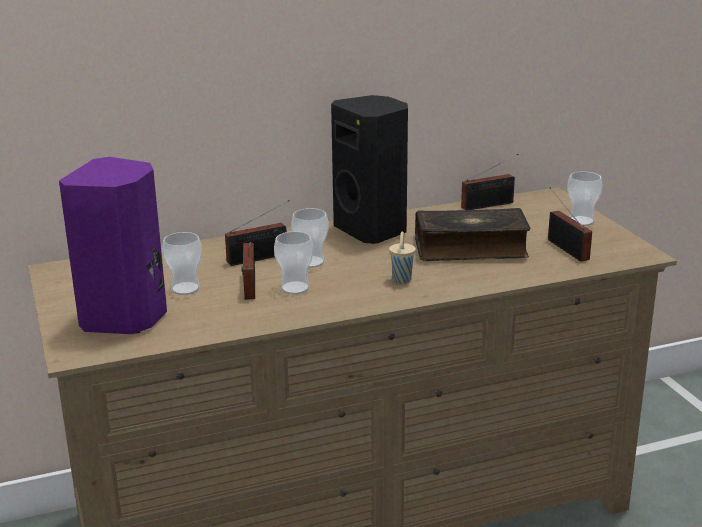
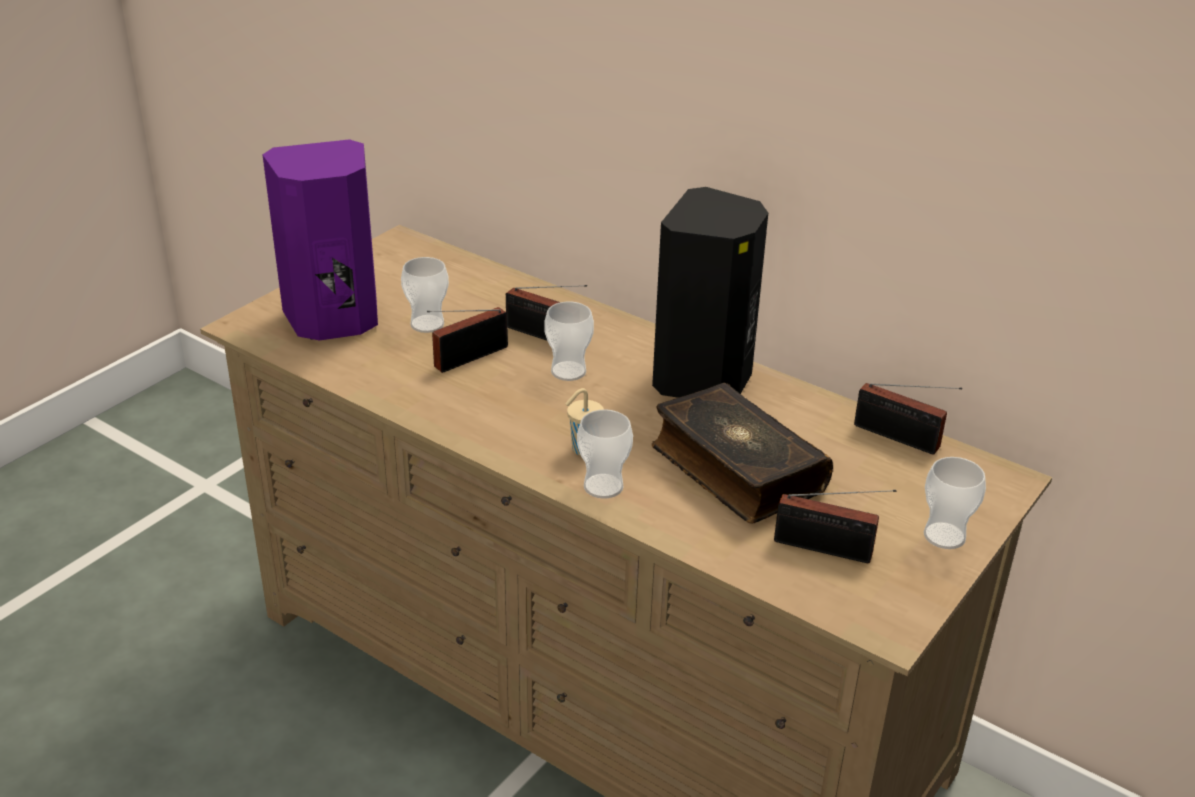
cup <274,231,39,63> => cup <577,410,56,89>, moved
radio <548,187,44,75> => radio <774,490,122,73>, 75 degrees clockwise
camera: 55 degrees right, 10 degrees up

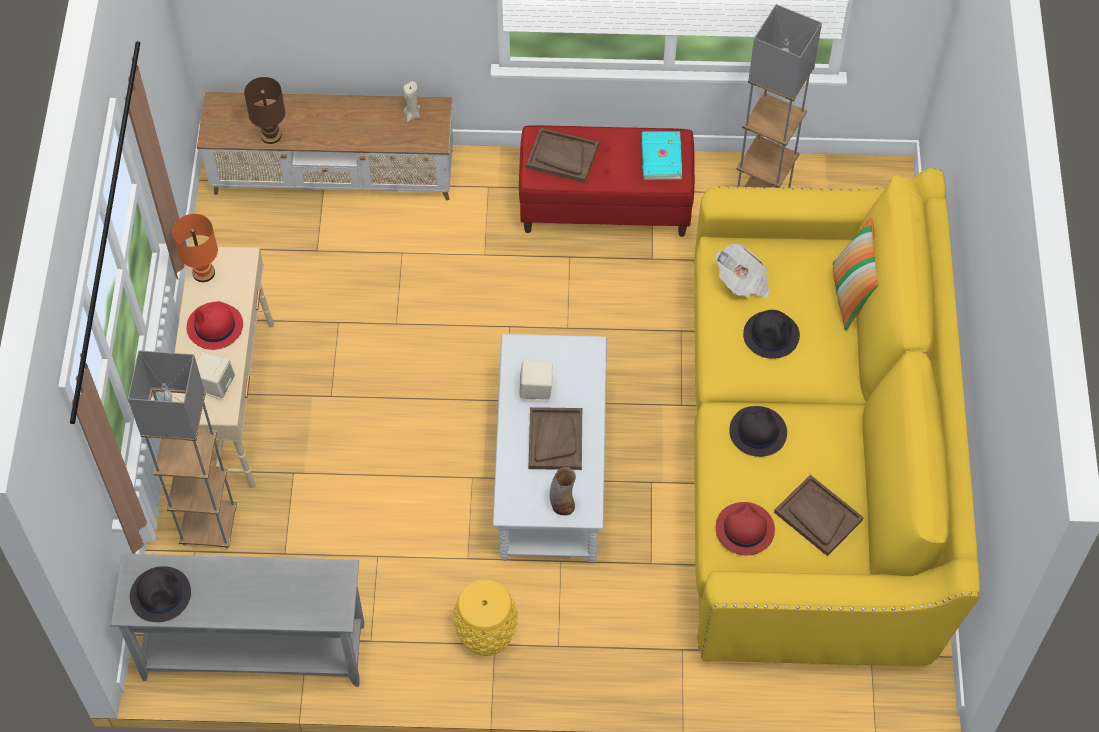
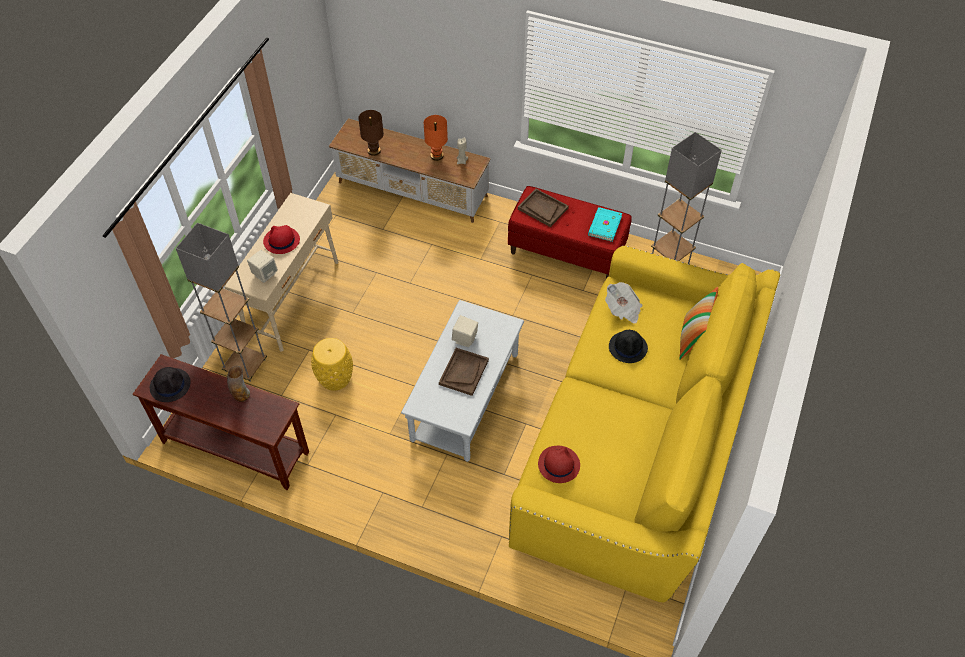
hat/black <729,406,58,51> => nothing
tray/brown <774,475,90,81> => nothing
table lamp/orange <173,214,45,68> => table lamp/orange <424,115,24,46>, moved
stool/yellow <453,579,65,77> => stool/yellow <311,338,42,53>, moved
vase <550,467,26,48> => vase <227,366,23,36>, moved
console table/grey <111,553,253,134> => console table/brown <133,354,176,136>
camera: 20 degrees right, 5 degrees down

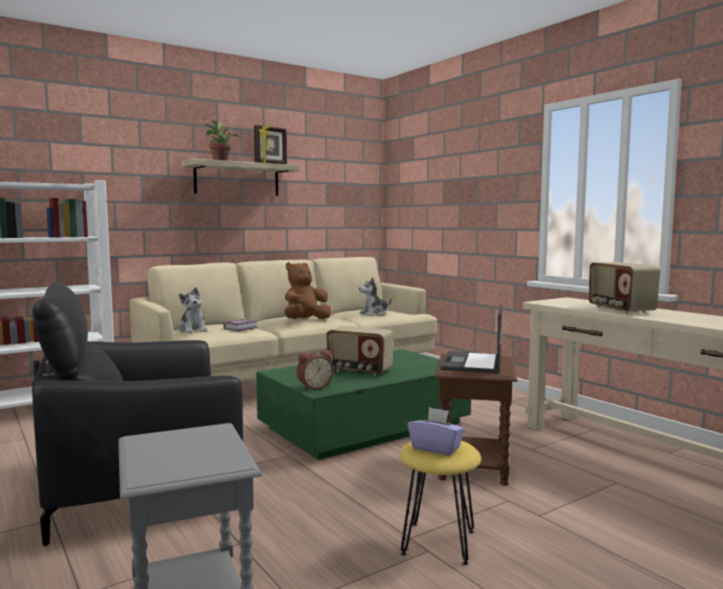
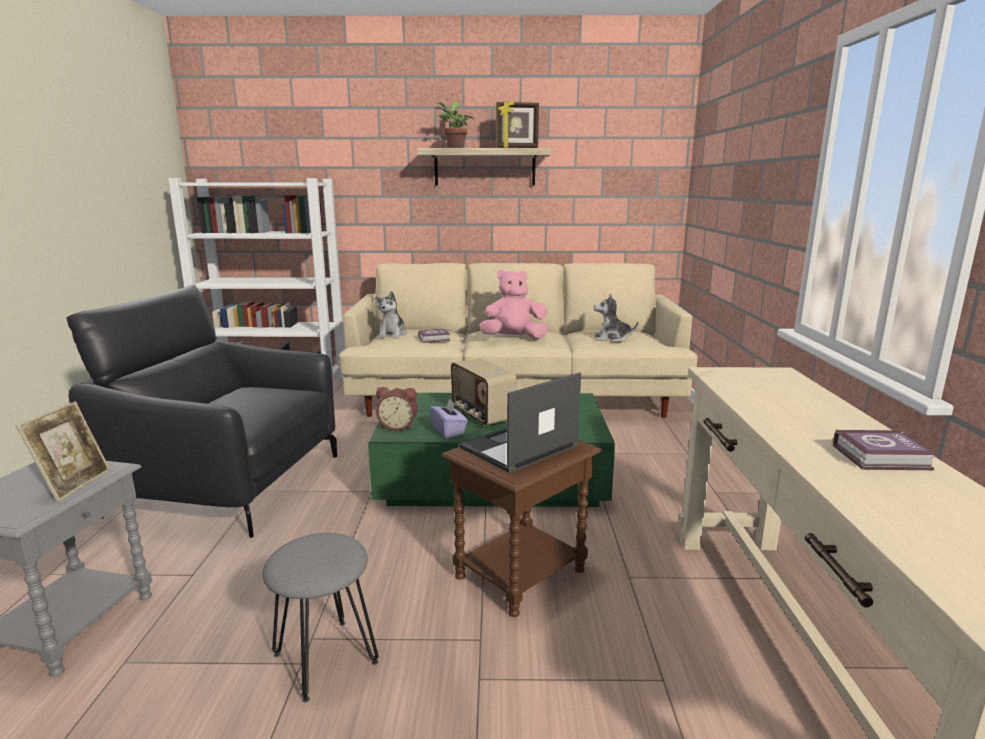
radio <589,262,71,52> => nothing
nothing => picture frame <16,401,95,101>
nothing => book <833,430,104,40>
tissue box/purple <407,407,58,48> => tissue box/purple <429,398,39,40>, moved
plush toy/brown <284,262,47,57> => plush toy/pink <479,270,69,69>
stool/yellow <400,441,81,124> => stool/grey <263,533,116,169>
camera: 35 degrees right, 10 degrees up

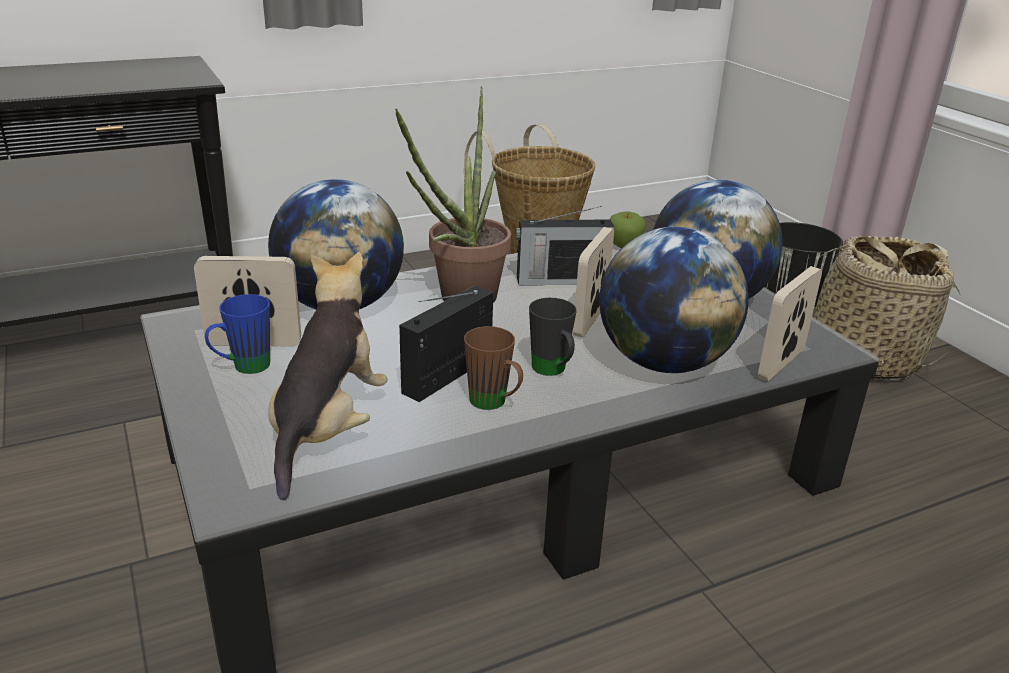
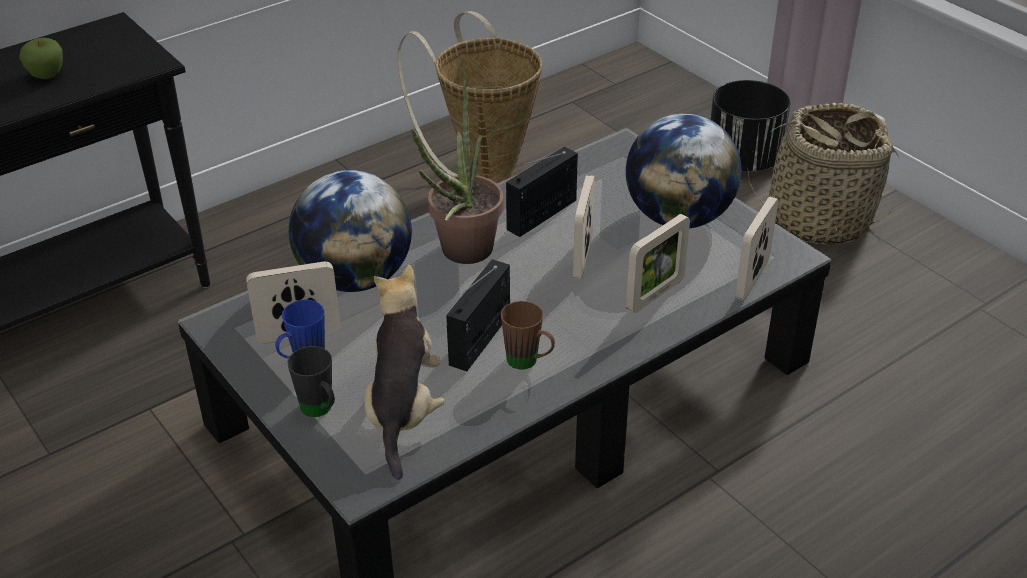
mug/black <529,298,48,78> => mug/black <288,346,47,71>, moved
apple <609,211,37,37> => apple <19,38,44,41>, moved
globe <599,227,150,146> => picture frame <626,214,64,99>
radio <515,206,99,79> => radio <506,146,72,91>, 150 degrees clockwise
camera: 10 degrees left, 10 degrees up

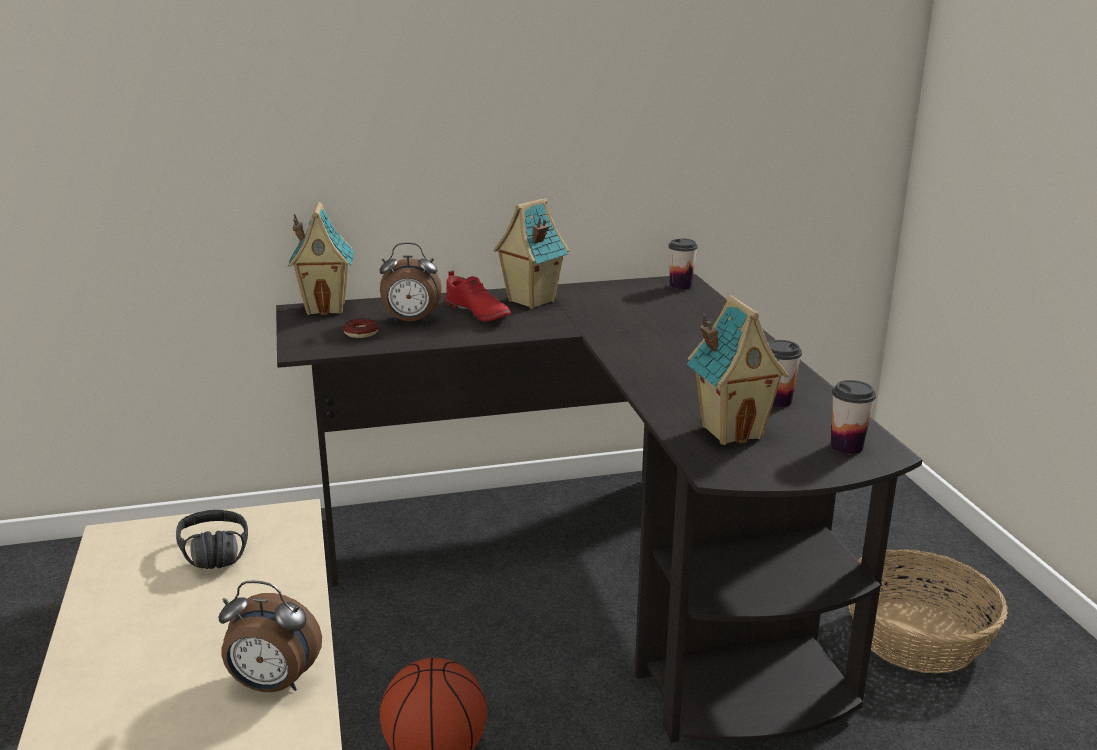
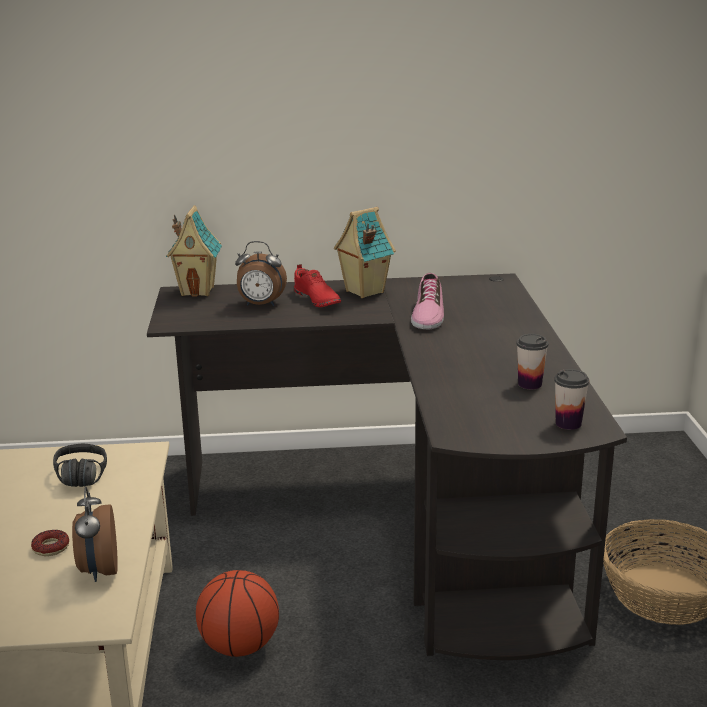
cup <668,238,30,51> => nothing
toy house <687,295,101,150> => nothing
nothing => shoe <411,273,33,56>
donut <343,318,36,20> => donut <31,530,38,26>, moved
alarm clock <219,581,103,111> => alarm clock <72,487,46,95>, 60 degrees clockwise
camera: 10 degrees right, 0 degrees up

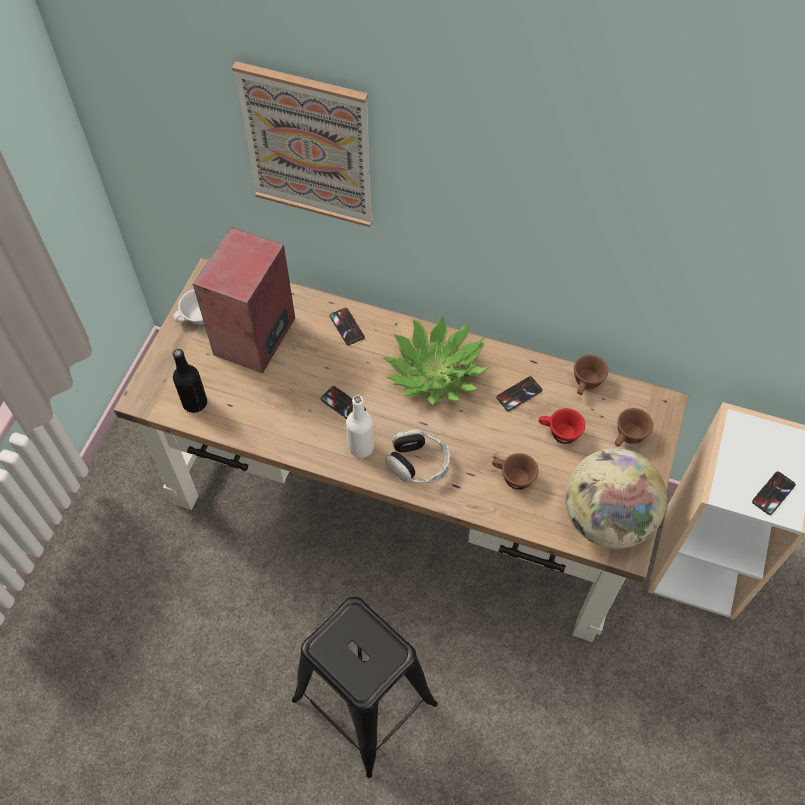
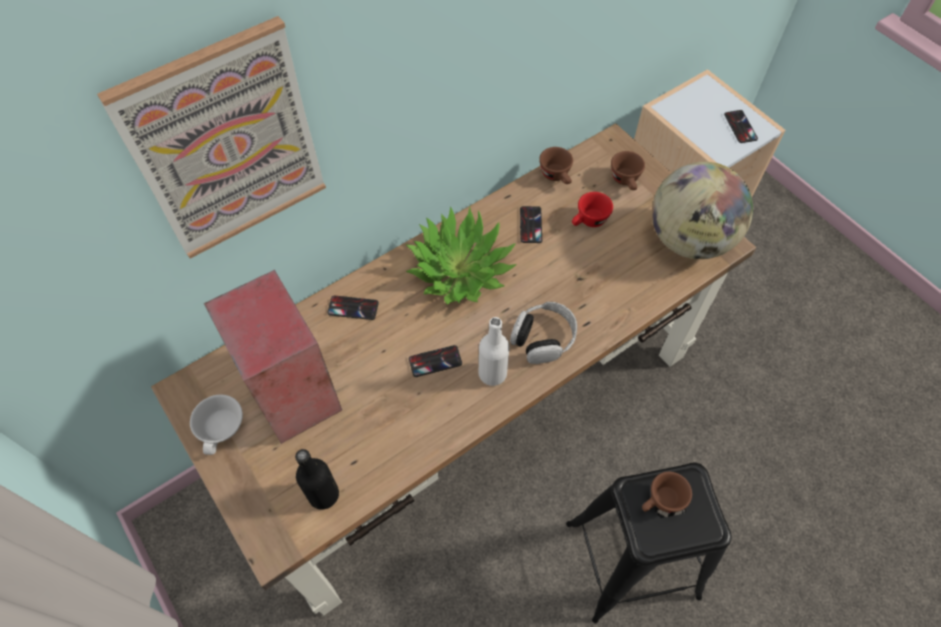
cup/brown <492,453,47,37> => cup/brown <642,472,50,40>, moved
camera: 55 degrees left, 0 degrees up

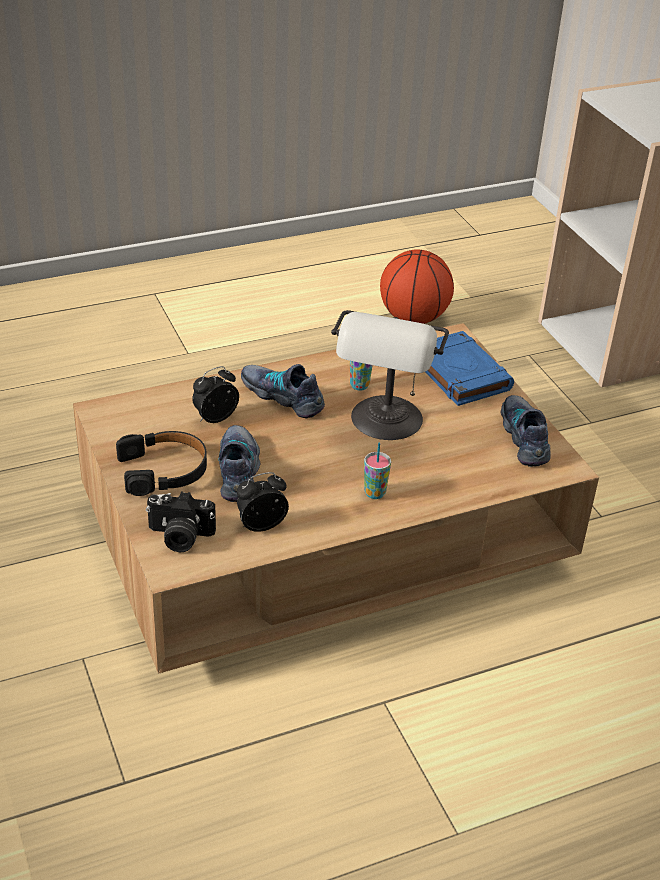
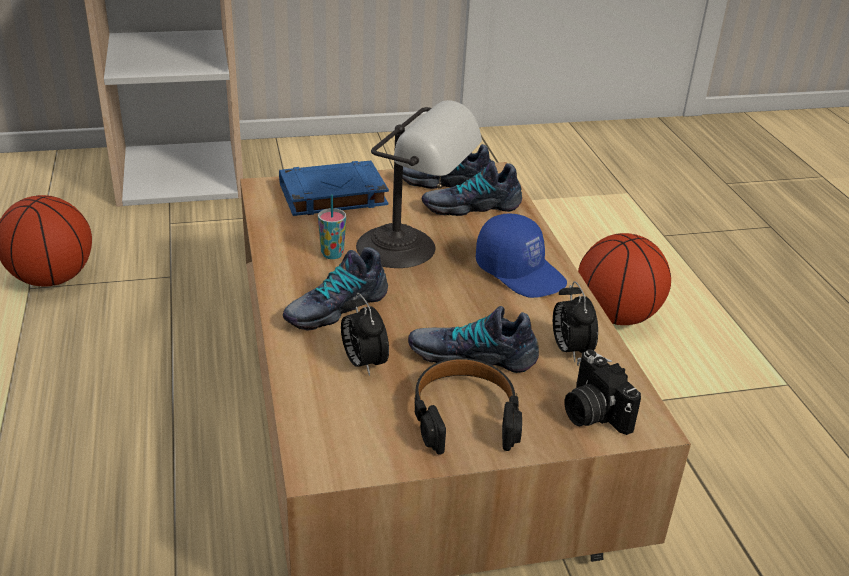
nothing => shoe <422,161,100,55>
nothing => basketball <578,233,93,92>
cup <364,443,27,56> => cap/blue <476,213,91,85>
photo camera <146,491,70,61> => photo camera <564,349,77,86>, 135 degrees clockwise
camera: 80 degrees left, 5 degrees down

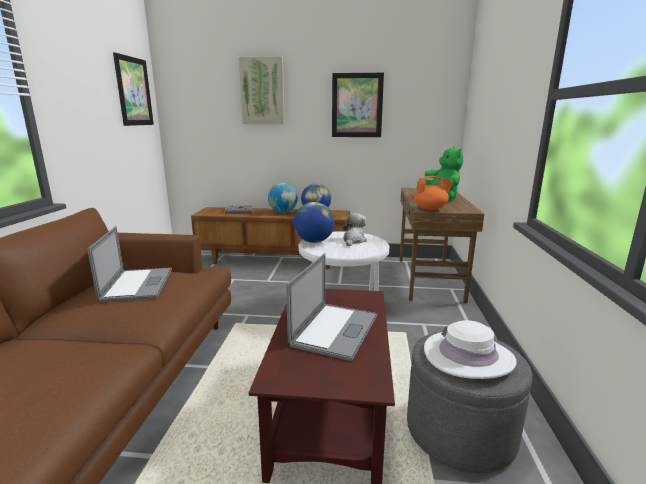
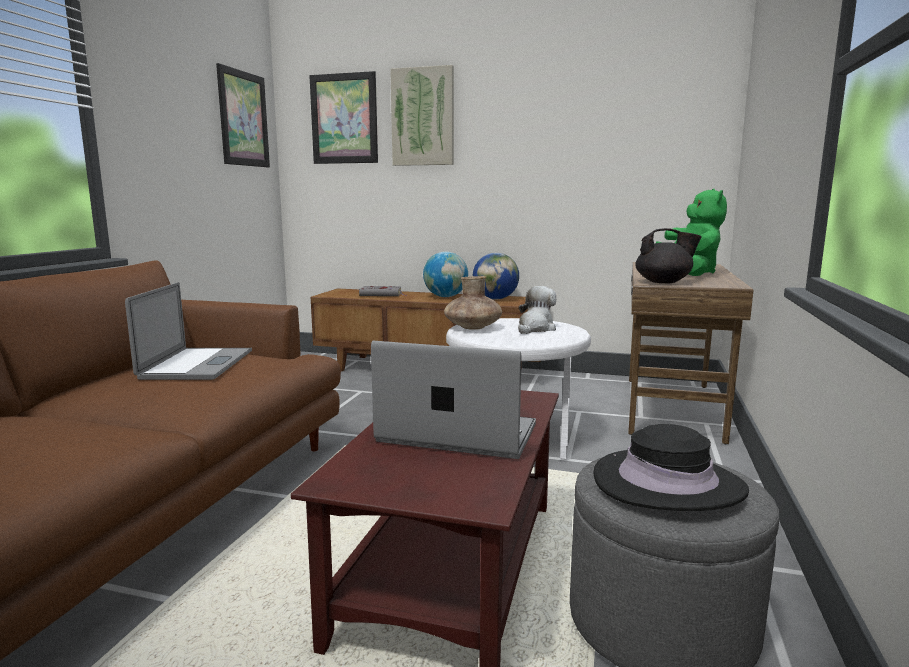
picture <332,73,52,64> => picture <309,71,69,93>, moved
globe <294,202,41,41> => vase/brown <444,276,58,54>
teapot/orange <414,176,39,34> => teapot/black <635,228,67,55>
hat/white <424,320,93,59> => hat/black <593,424,156,87>
laptop <286,253,91,108> => laptop <371,341,165,118>, 105 degrees counterclockwise
camera: 10 degrees right, 5 degrees down

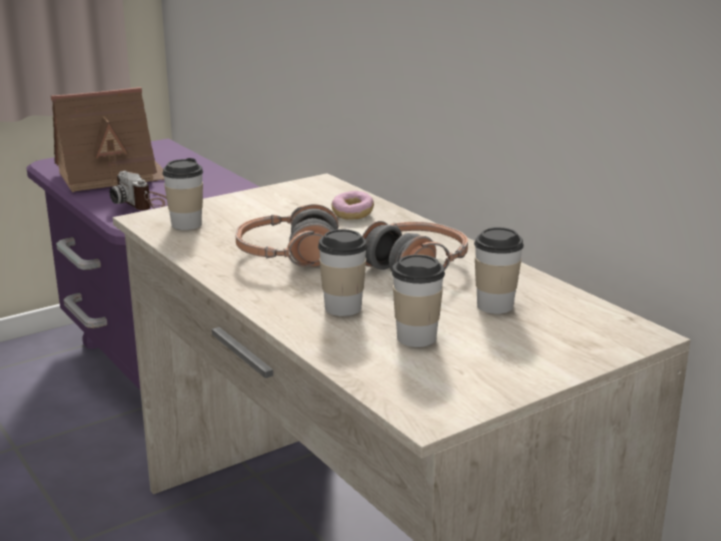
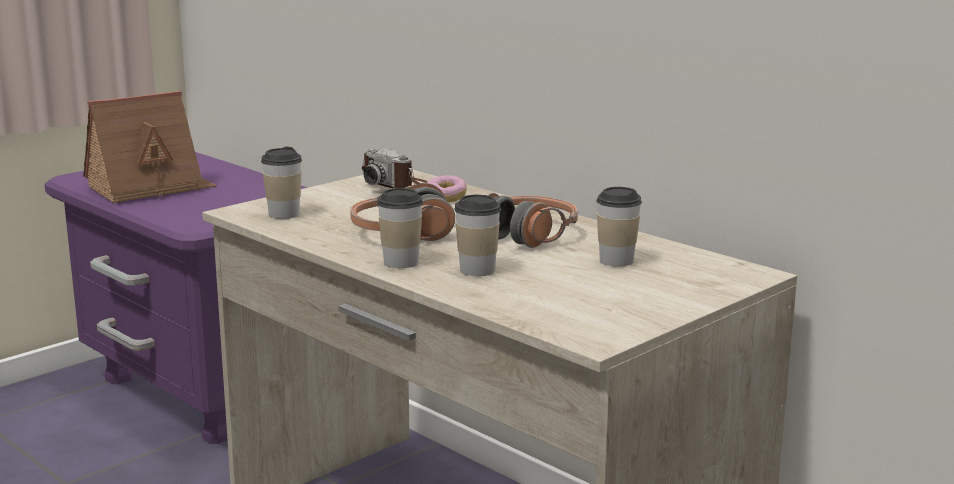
photo camera <110,171,57,39> => photo camera <362,148,65,41>, moved
cup <392,255,53,92> => cup <377,188,46,80>, moved
camera: 10 degrees left, 5 degrees down

